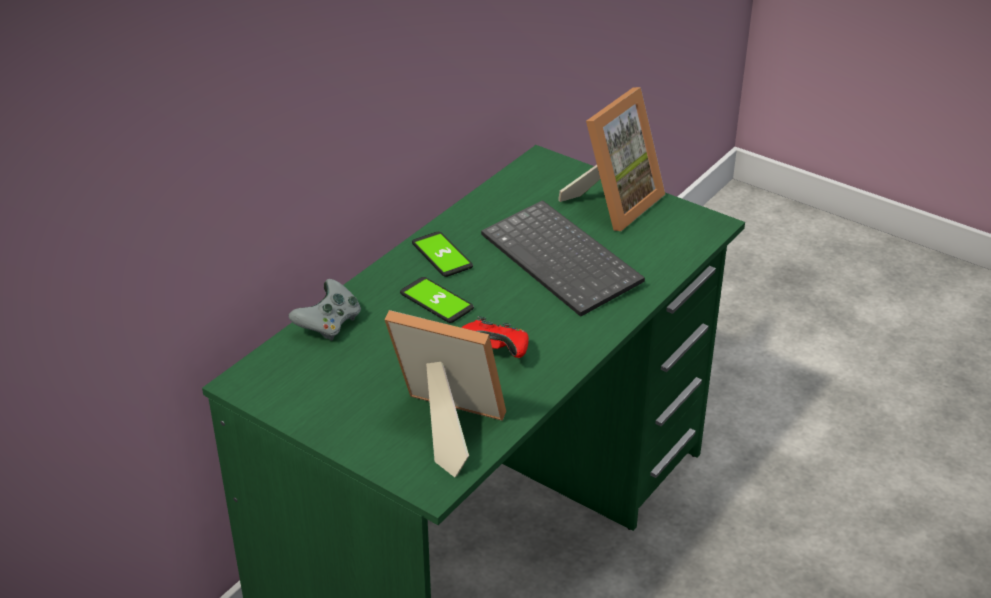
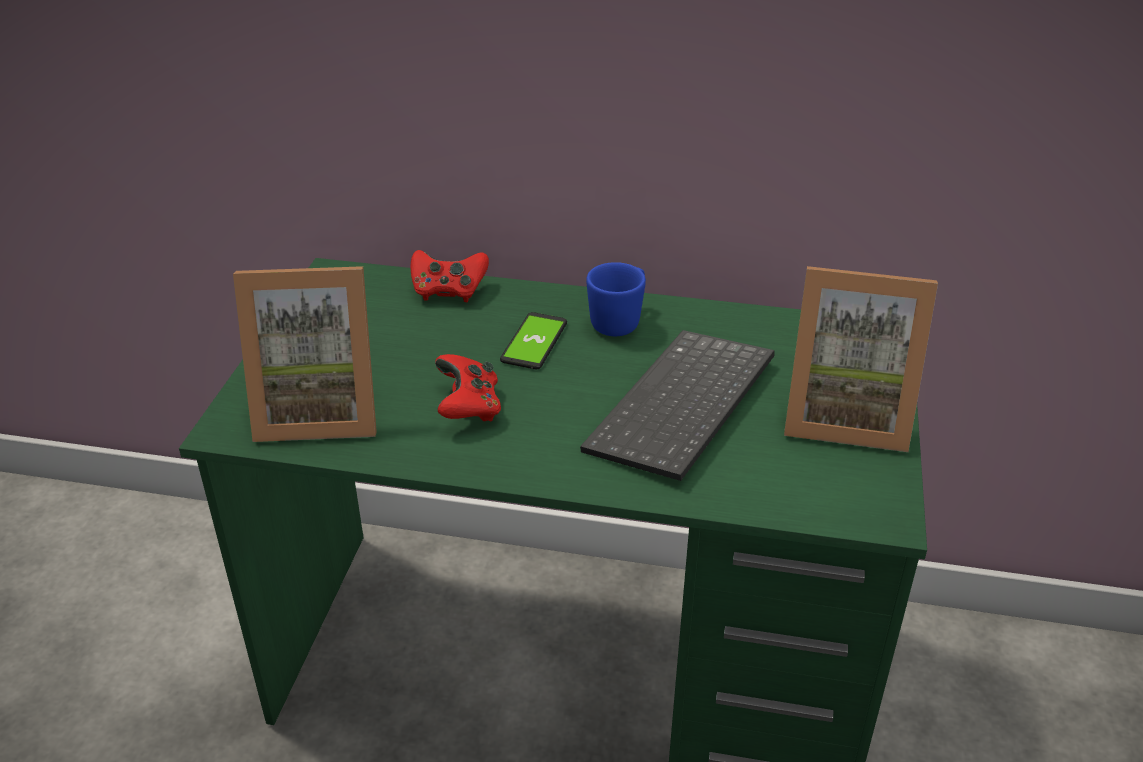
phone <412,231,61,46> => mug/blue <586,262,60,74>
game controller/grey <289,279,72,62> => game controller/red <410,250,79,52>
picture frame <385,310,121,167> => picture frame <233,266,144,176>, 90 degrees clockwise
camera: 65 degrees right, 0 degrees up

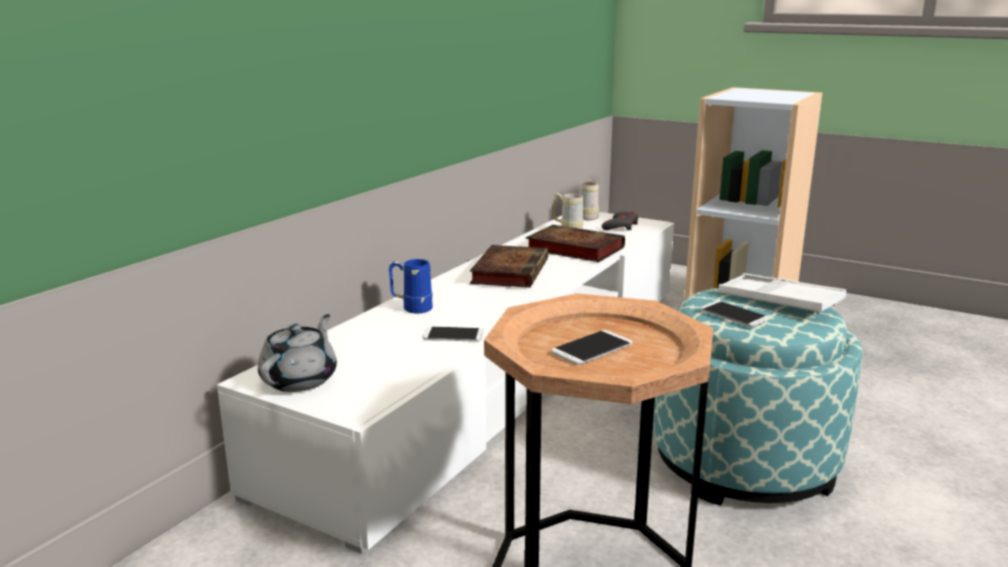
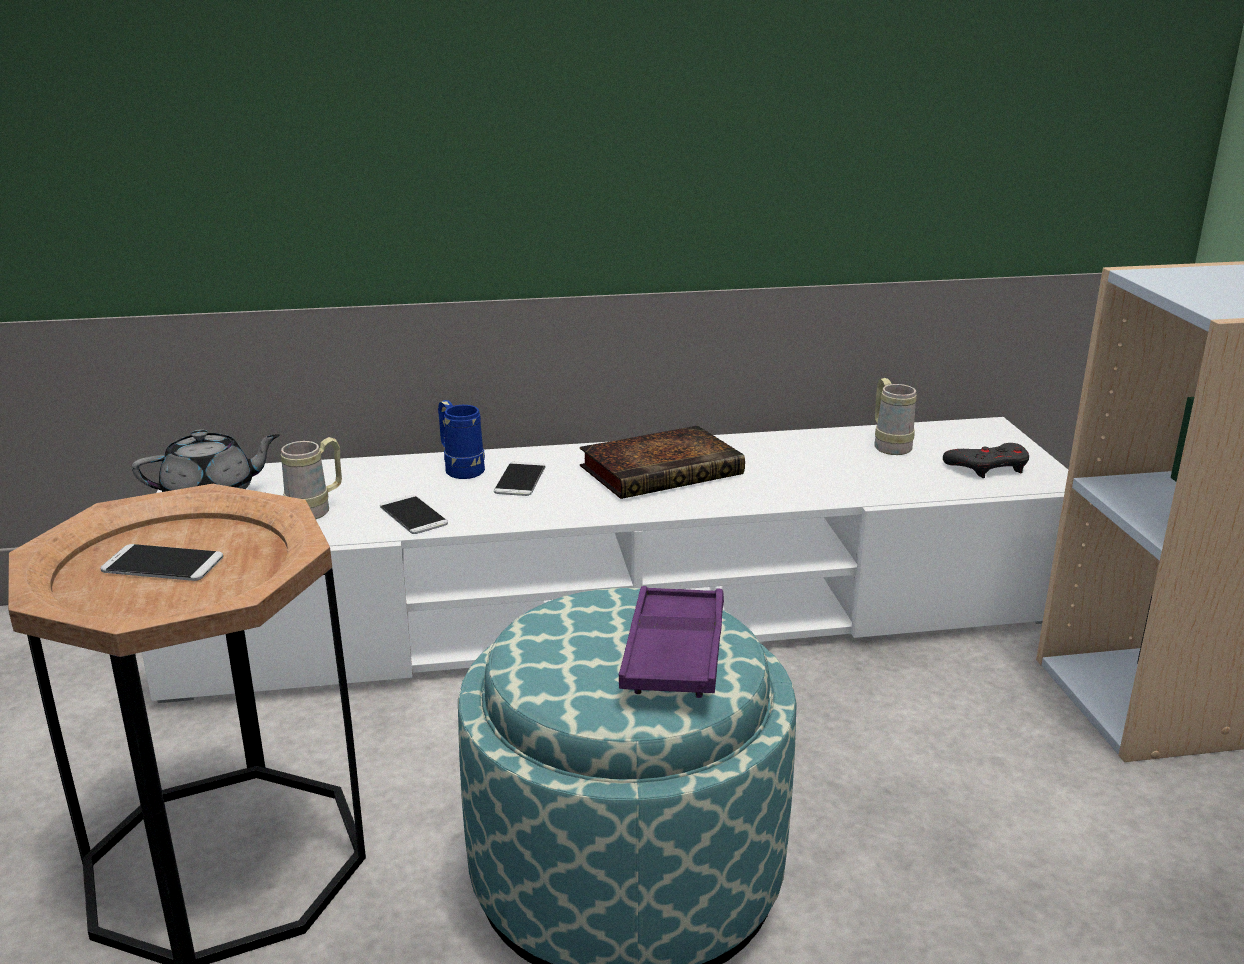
book <526,225,99,37> => nothing
mug/beige <579,179,20,41> => mug/beige <281,437,61,82>, moved
phone <700,301,70,26> => phone <494,462,51,34>, moved
tray/white <718,273,128,41> => tray/purple <619,586,105,112>
camera: 50 degrees right, 5 degrees up

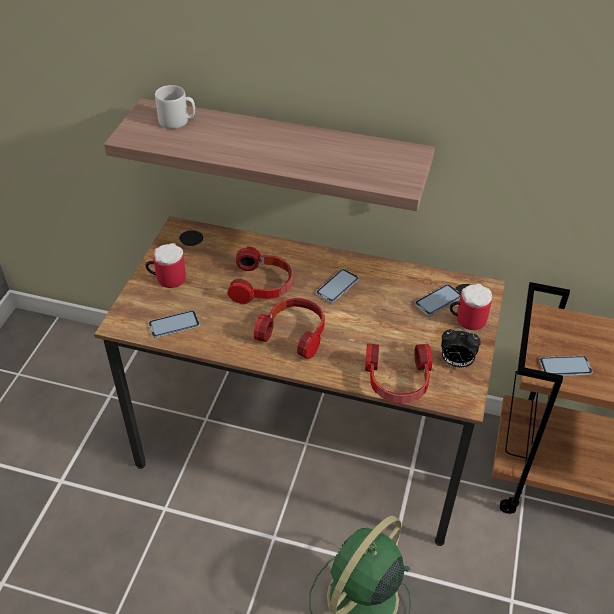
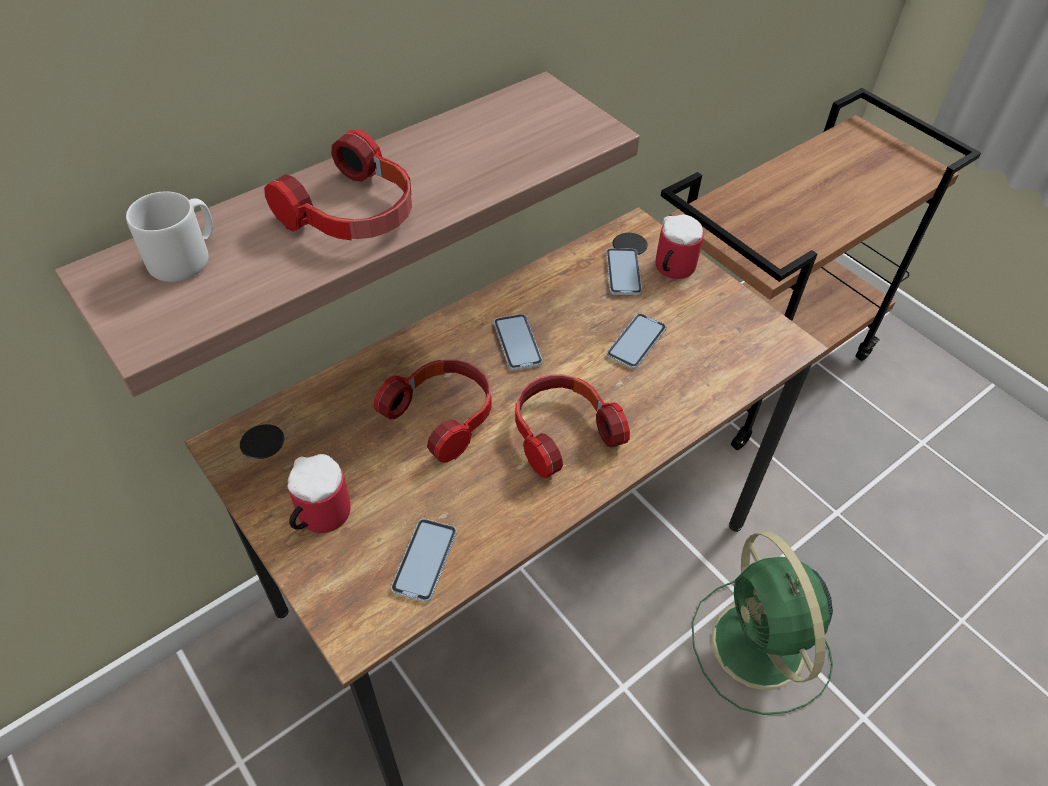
alarm clock <441,328,40,39> => nothing
headphones <365,344,67,60> => headphones <264,129,148,111>, moved
phone <539,356,54,20> => phone <607,313,59,56>, moved
camera: 55 degrees left, 5 degrees up

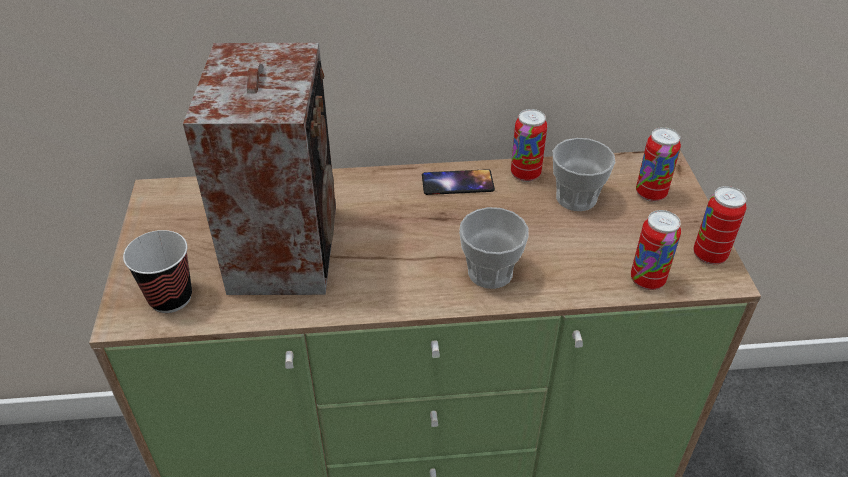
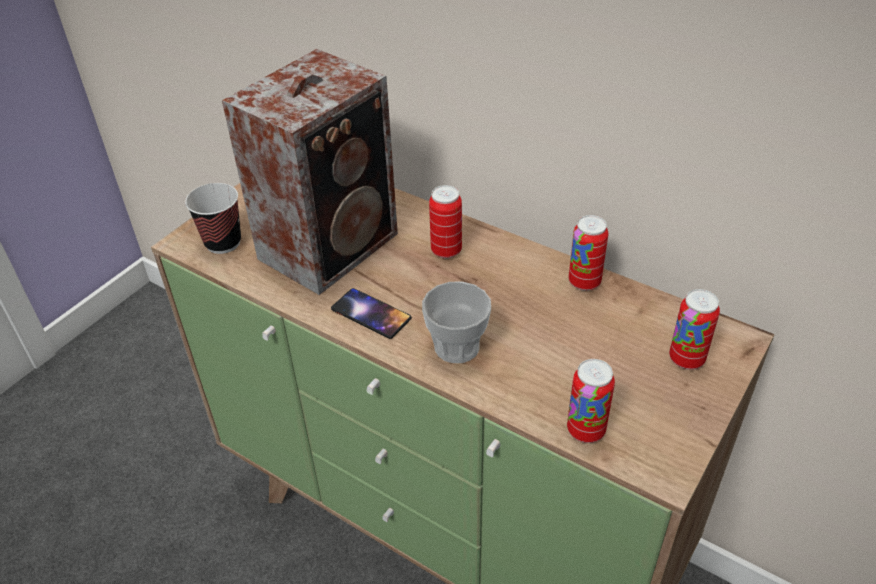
cup <553,138,62,73> => nothing
phone <422,169,73,26> => phone <331,288,81,51>, moved
can <693,186,53,79> => can <429,185,33,74>, moved
camera: 40 degrees right, 0 degrees up

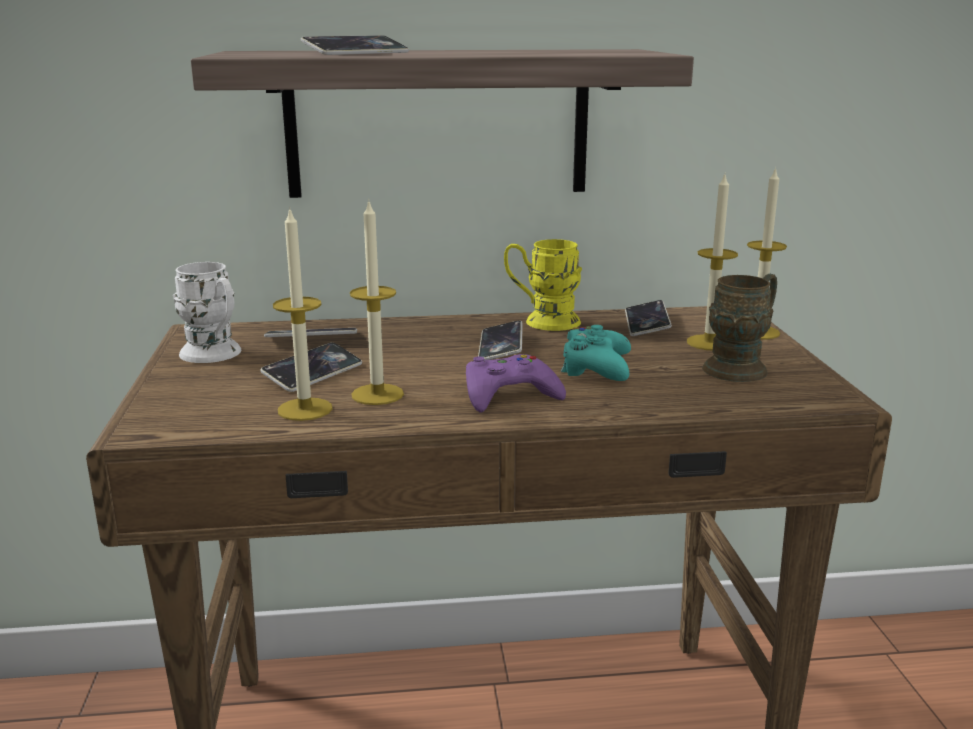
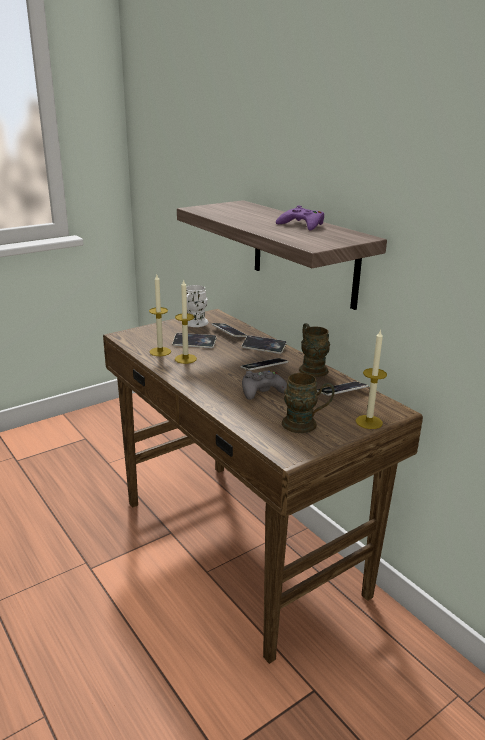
candle <687,175,51,175> => nothing
phone <301,35,108,20> => phone <242,335,45,19>, moved
game controller/purple <466,354,100,58> => game controller/purple <276,206,48,25>, moved
mug/yellow <504,239,78,92> => mug/brown <299,323,31,54>
game controller/turquoise <561,325,70,56> => game controller/grey <242,370,45,30>
camera: 60 degrees right, 5 degrees up

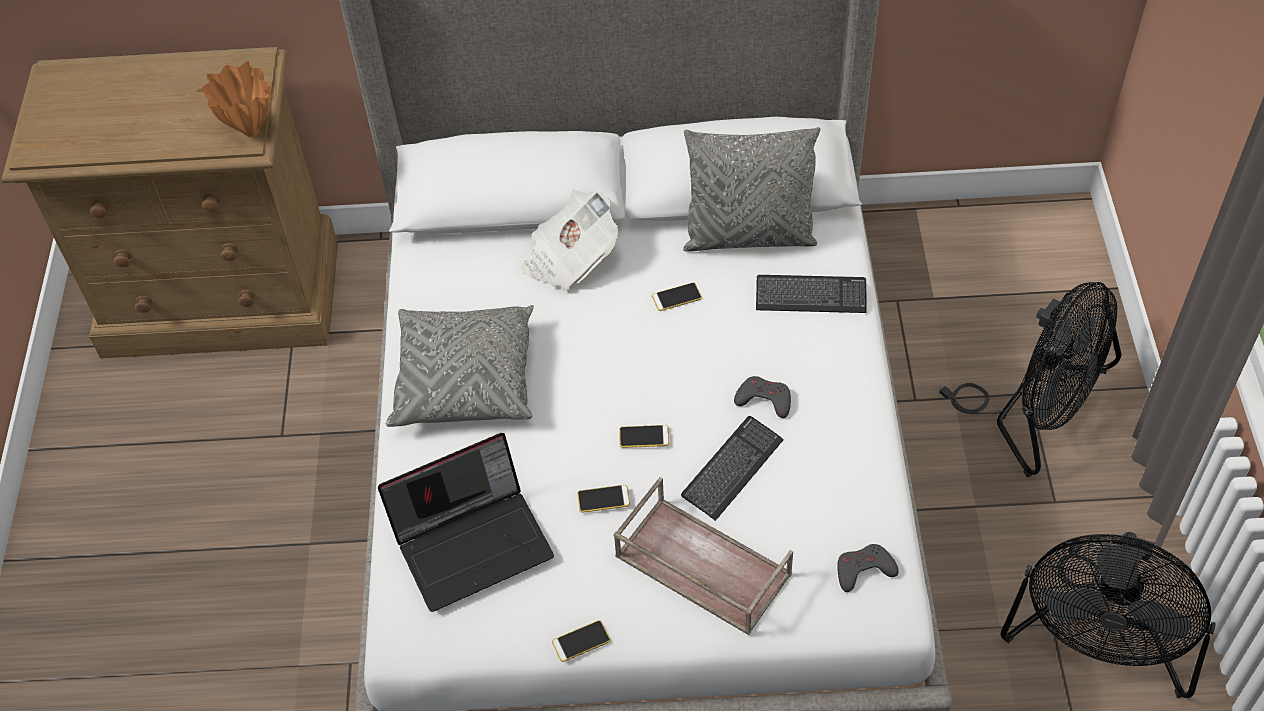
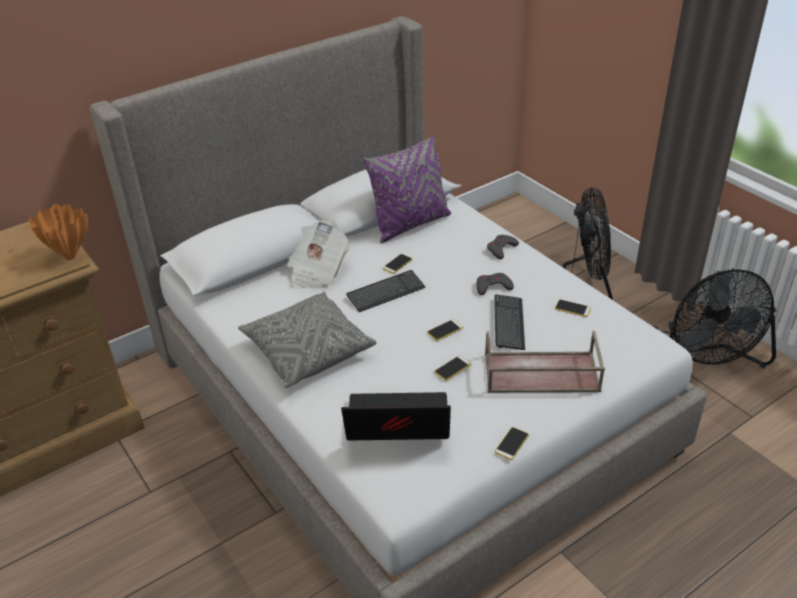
nothing => phone <555,299,36,18>
keyboard <756,275,111,38> => keyboard <346,270,79,42>, moved
game controller/grey <837,544,62,48> => game controller/grey <487,235,32,24>, moved
pillow/grey <683,127,137,125> => pillow/purple <363,135,88,108>
laptop <378,433,176,179> => laptop <341,392,110,48>, 120 degrees counterclockwise
camera: 35 degrees left, 15 degrees down

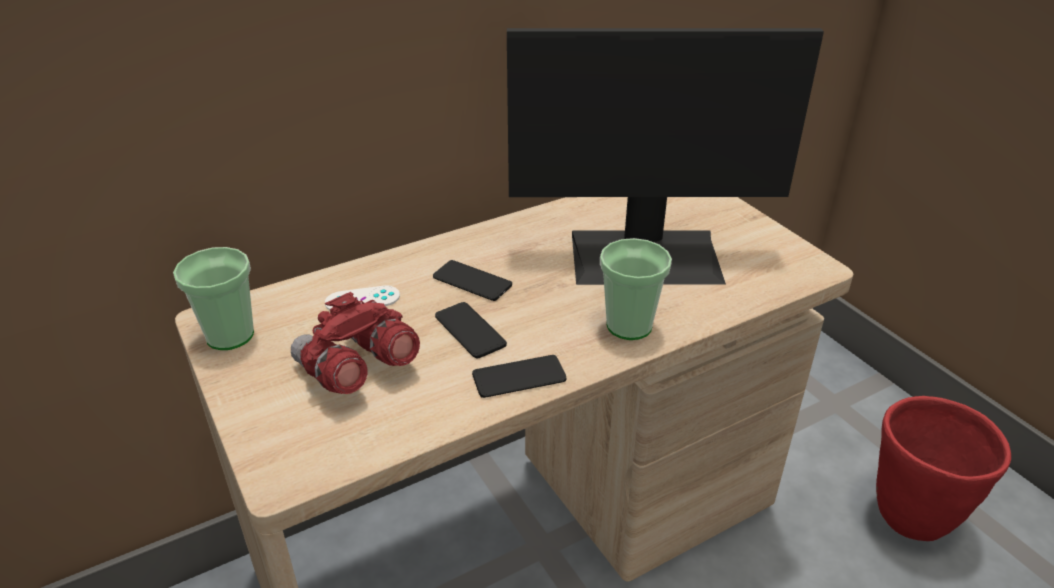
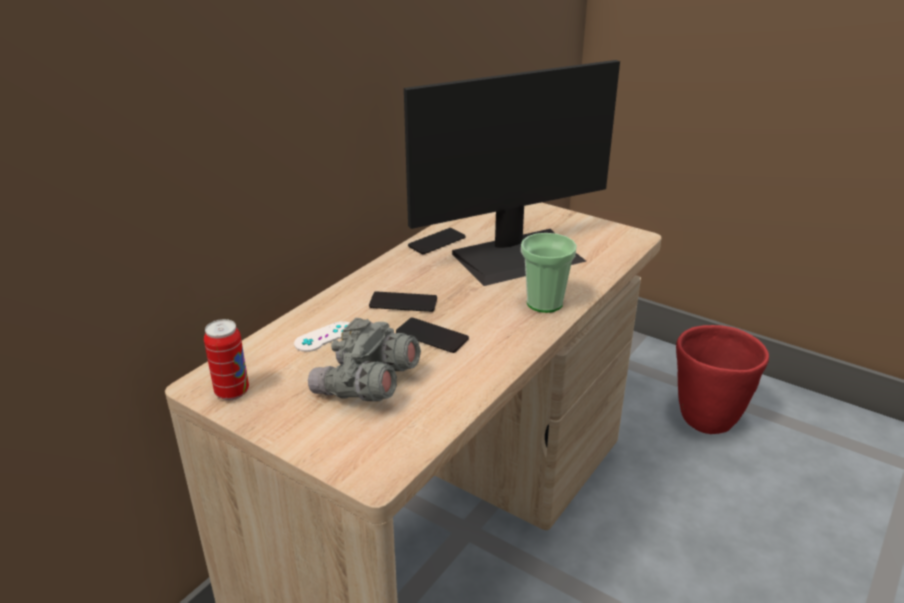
phone <472,355,94,43> => phone <408,228,57,26>, moved
cup <173,247,81,103> => can <204,319,45,81>
binoculars/red <291,292,129,102> => binoculars/grey <308,318,113,83>
camera: 25 degrees left, 5 degrees down

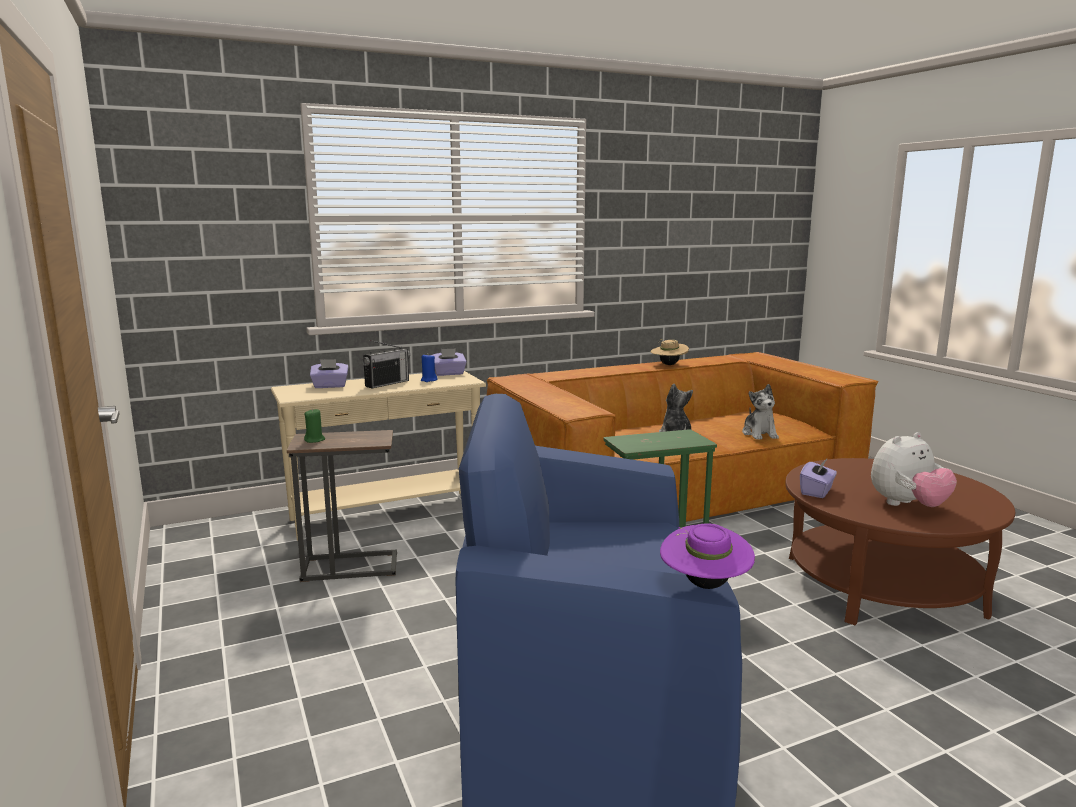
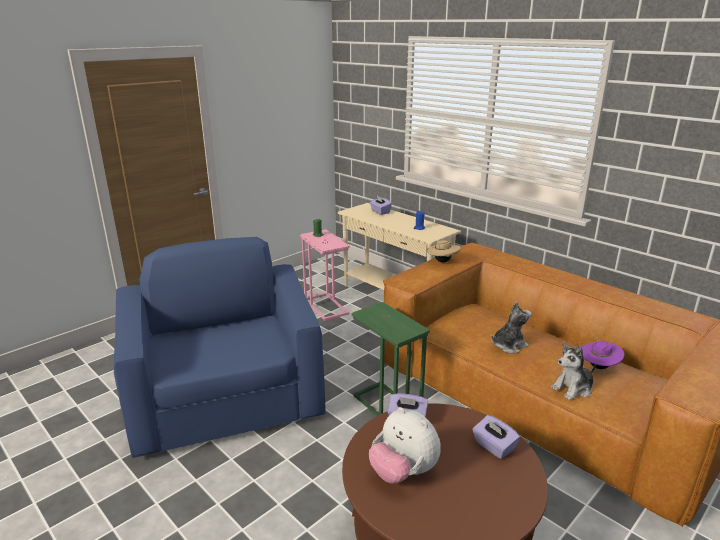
radio <362,340,48,48> => nothing
tissue box/purple <431,348,36,28> => tissue box/purple <473,415,47,44>, moved
hat/beige <650,339,39,26> => hat/beige <427,238,34,24>, moved
hat/purple <660,523,95,66> => hat/purple <582,337,42,32>, moved
side table/brown <287,430,110,152> => side table/pink <300,229,50,92>
camera: 70 degrees right, 10 degrees up

